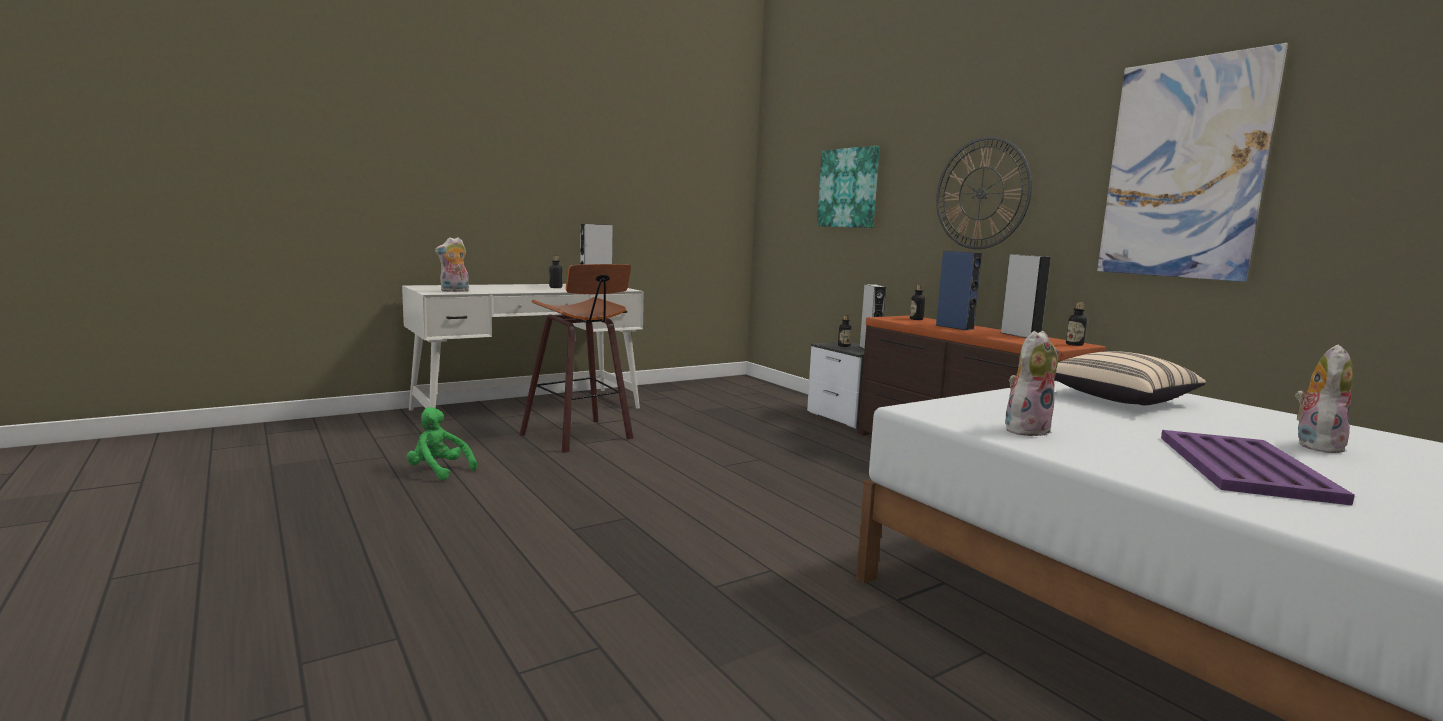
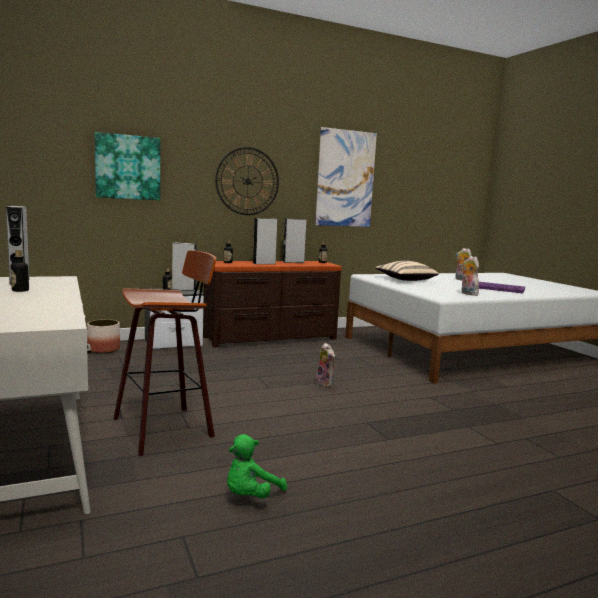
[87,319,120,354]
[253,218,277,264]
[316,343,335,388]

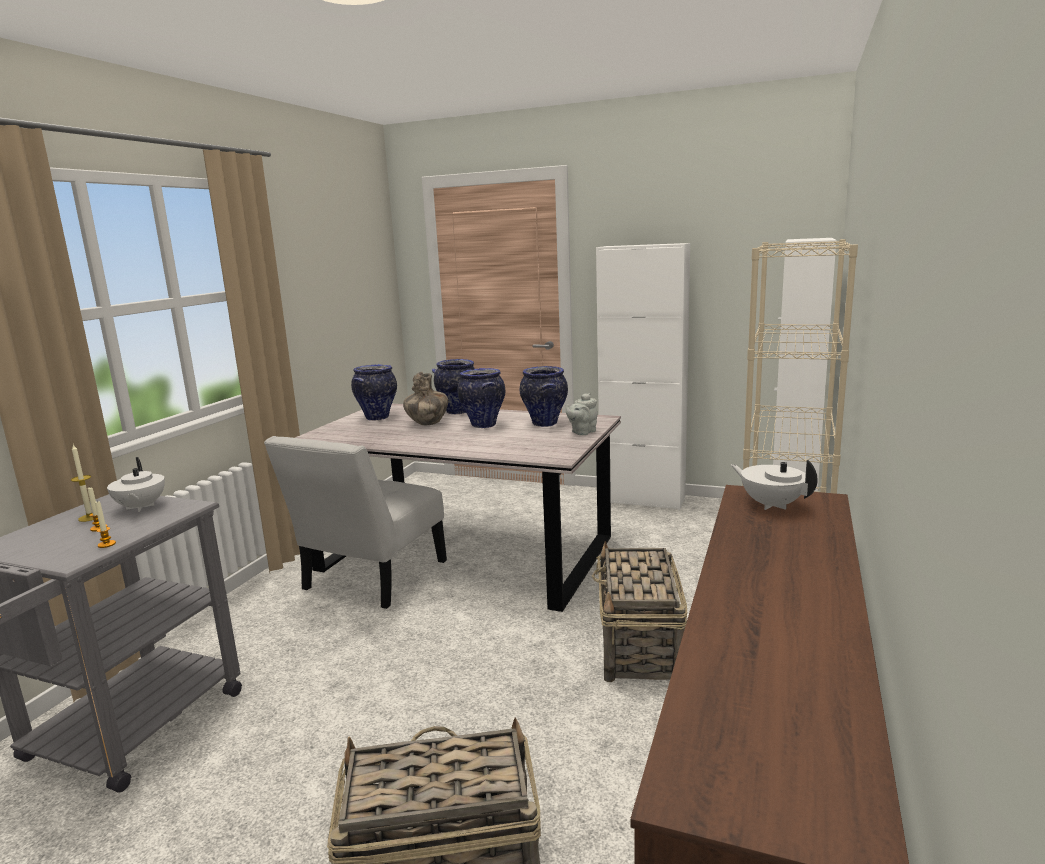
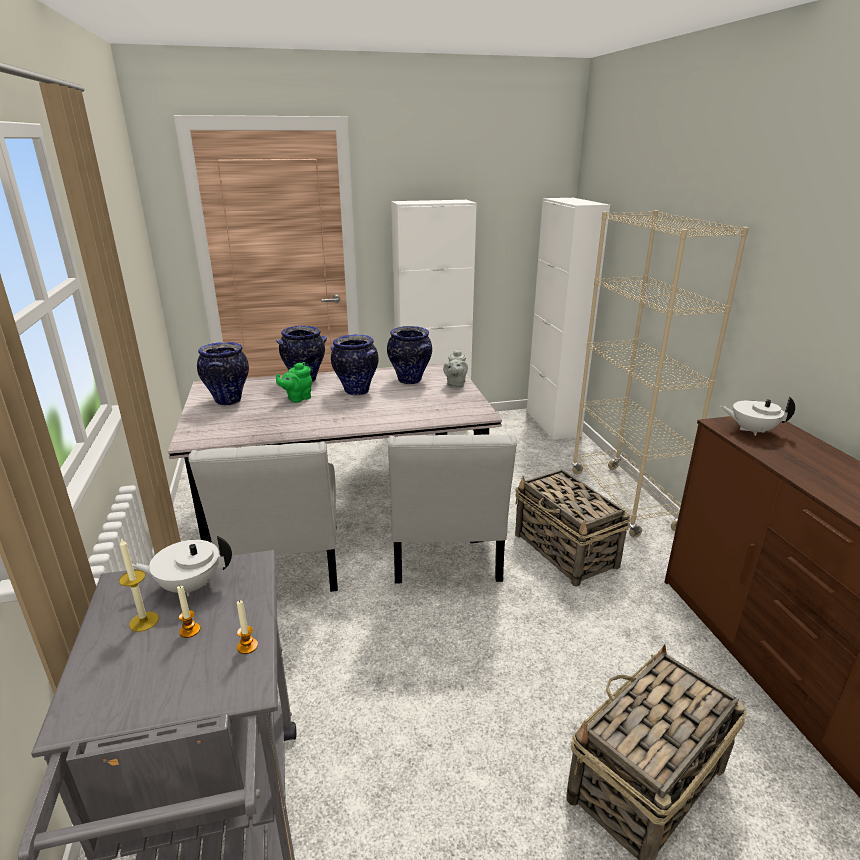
[132,536,232,596]
[276,362,312,403]
[388,434,517,583]

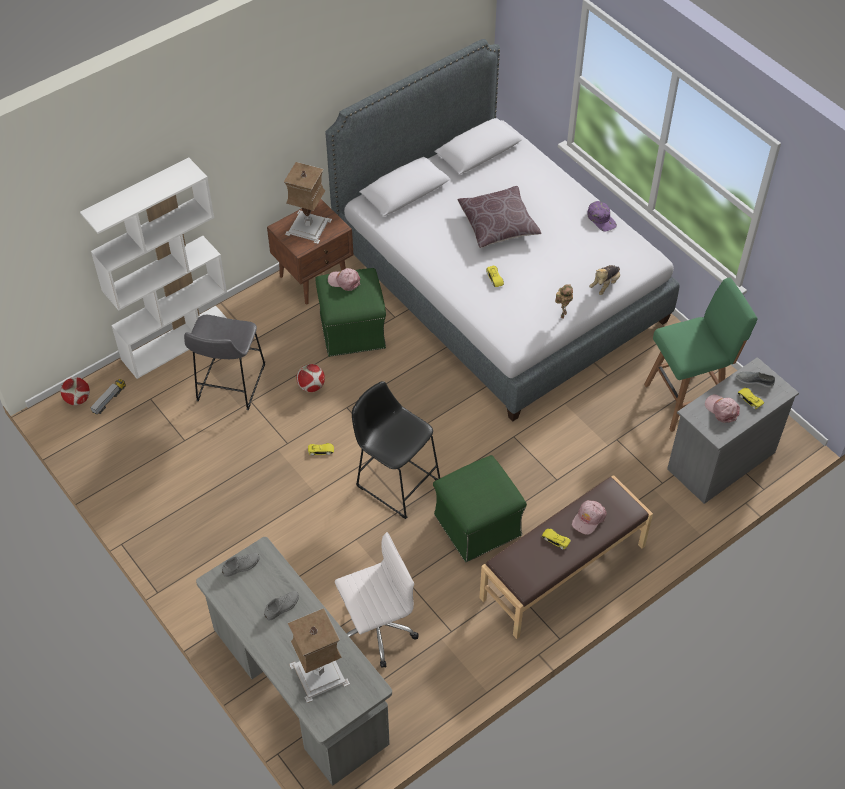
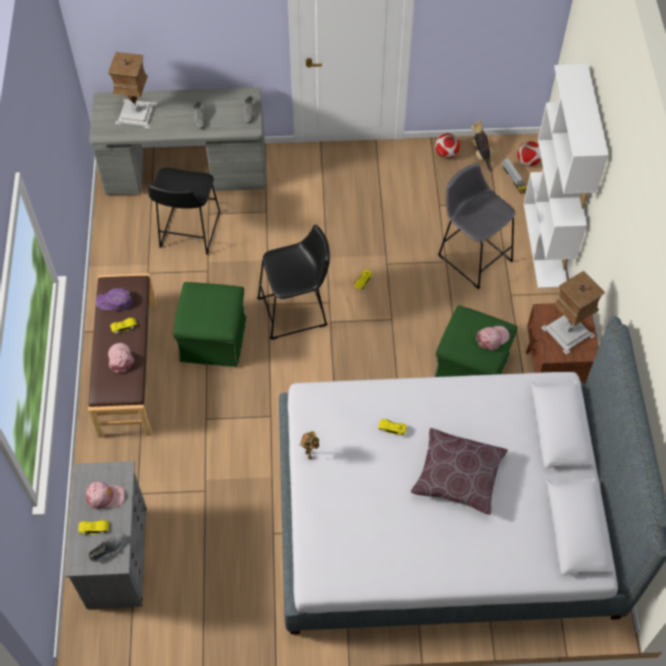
[96,288,132,311]
[148,168,220,255]
[435,133,460,158]
[471,119,494,172]
[644,277,758,432] (first image)

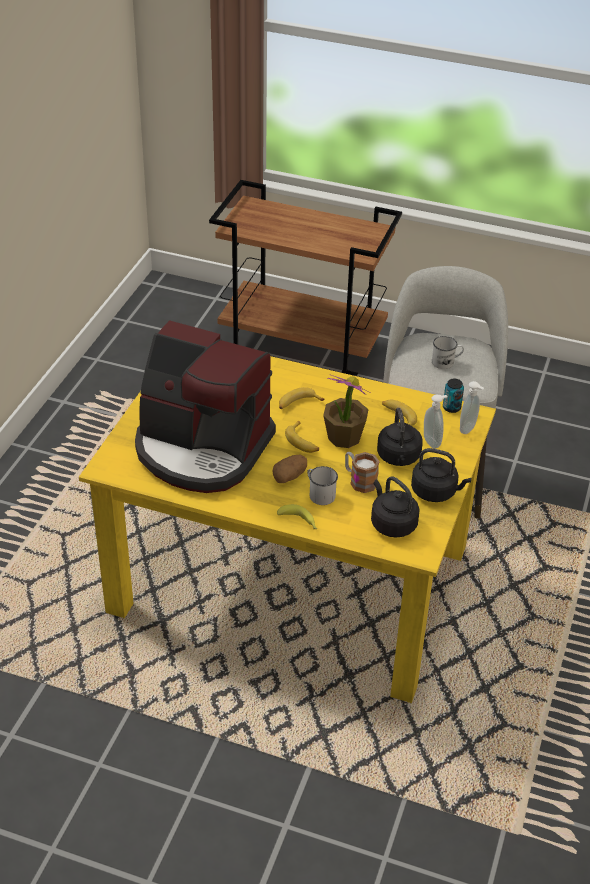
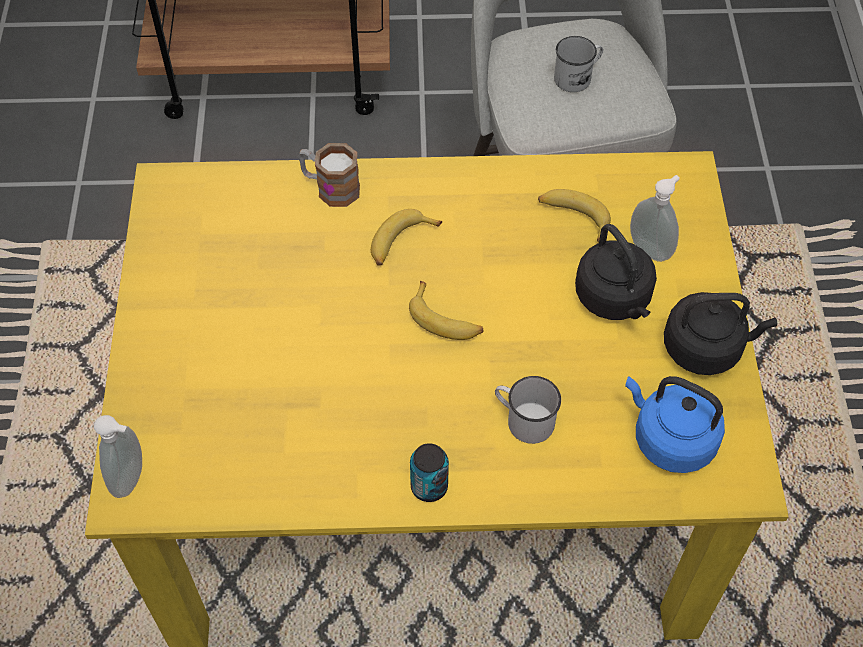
[94,415,142,498]
[298,143,360,207]
[410,443,449,502]
[625,376,725,473]
[135,320,276,493] (first image)
[272,454,307,483] (first image)
[277,504,317,529] (first image)
[323,374,371,448] (first image)

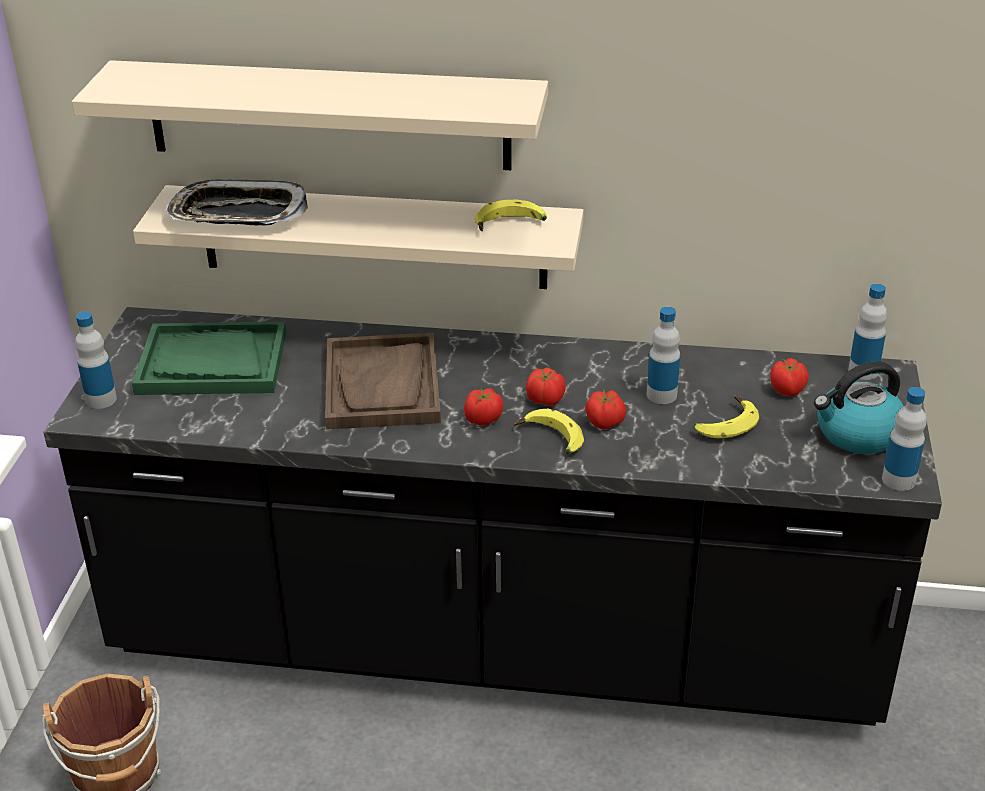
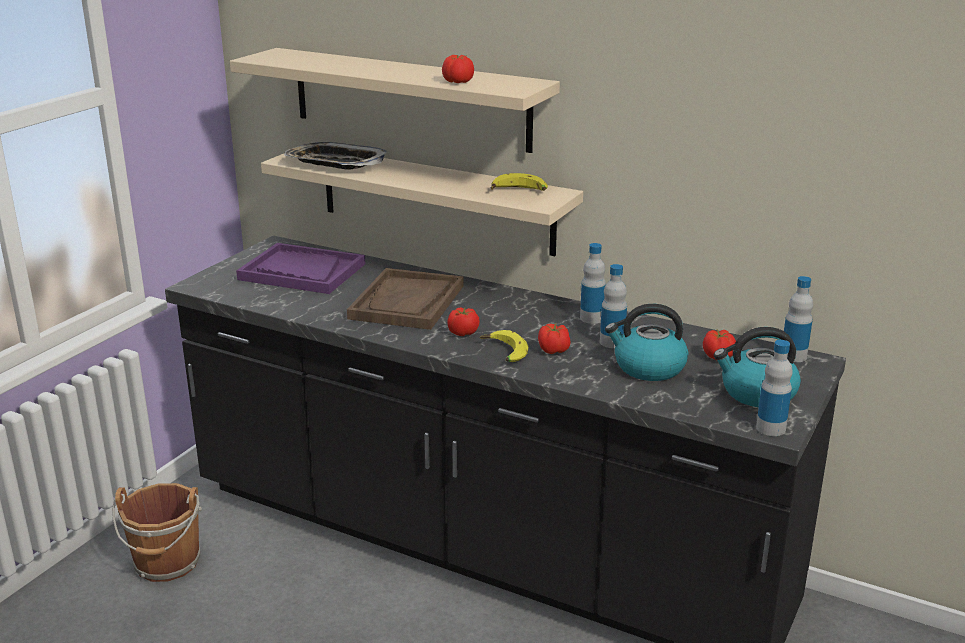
[236,243,365,294]
[442,55,474,83]
[580,243,606,324]
[605,304,688,381]

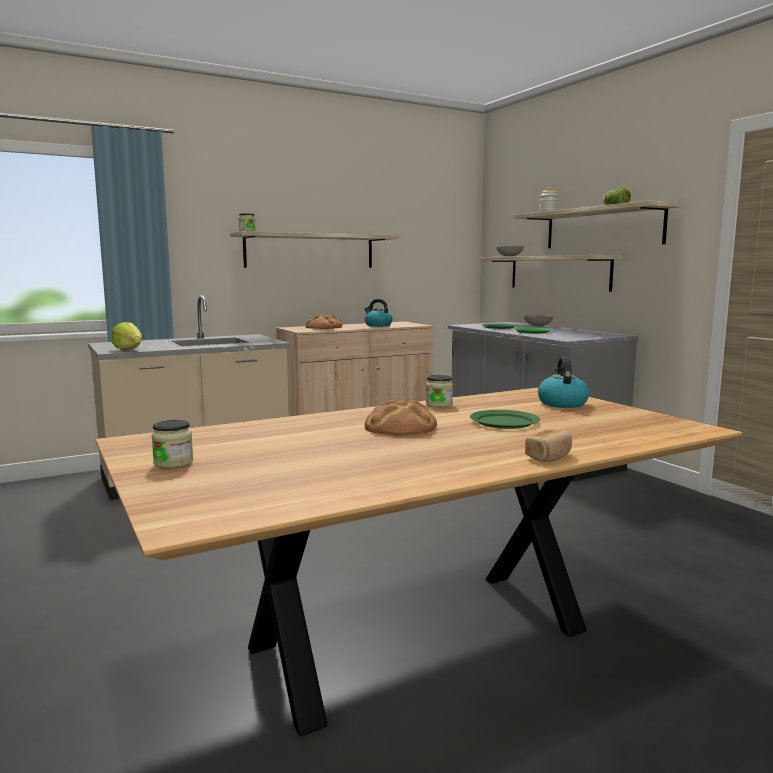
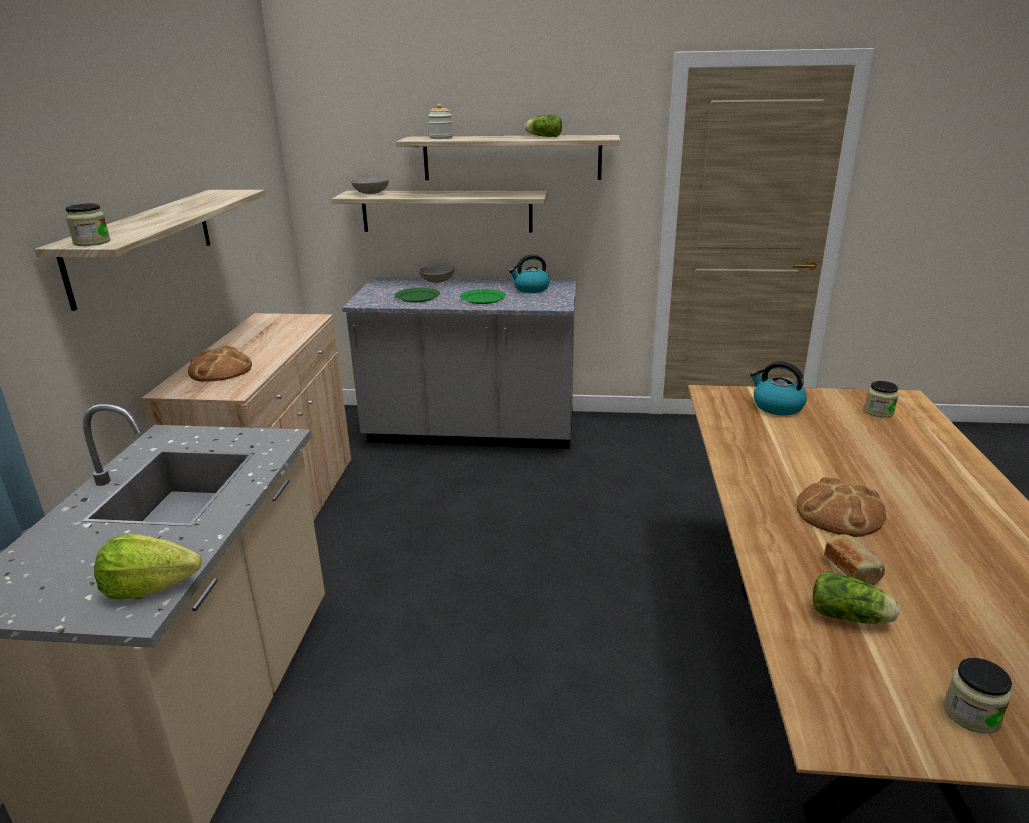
[509,255,550,293]
[813,571,900,624]
[824,534,885,585]
[865,381,899,418]
[470,410,540,429] (first image)

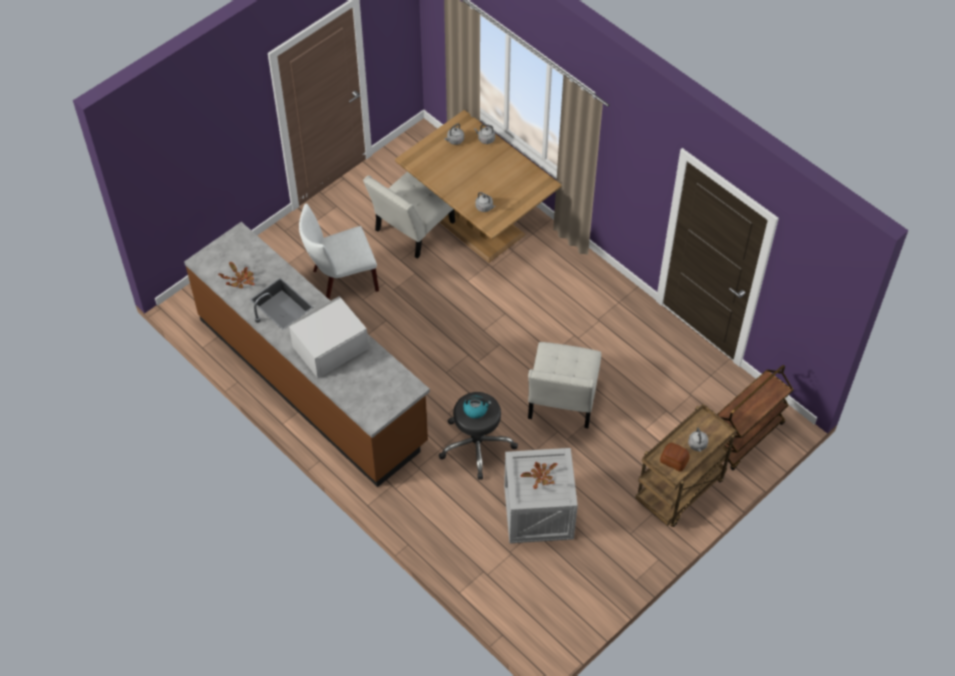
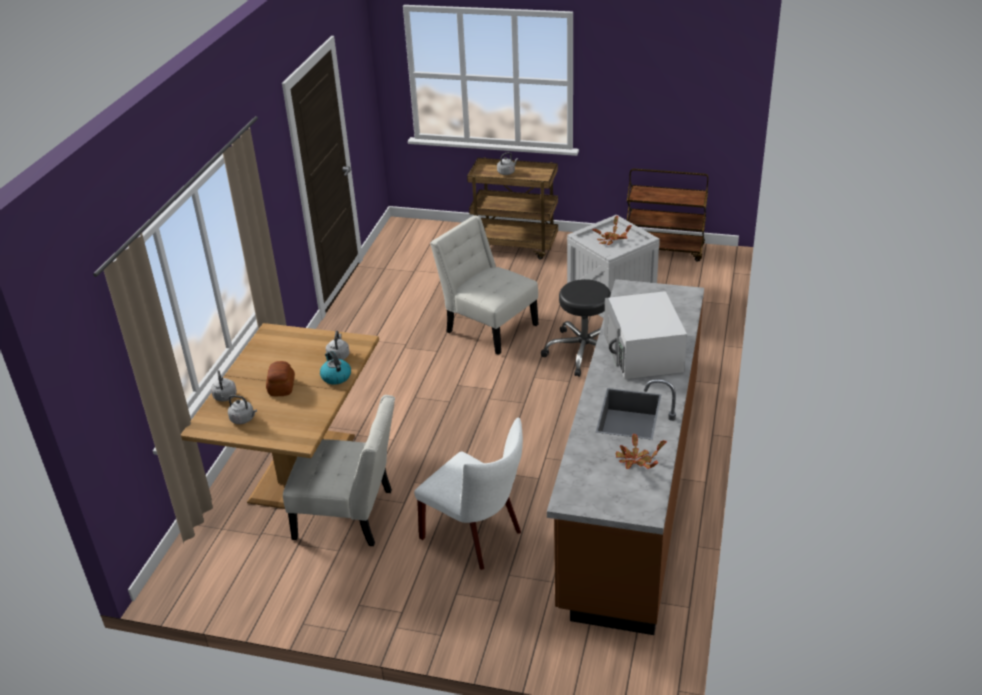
[266,361,295,396]
[320,351,351,385]
[430,215,539,355]
[604,291,687,379]
[627,169,709,262]

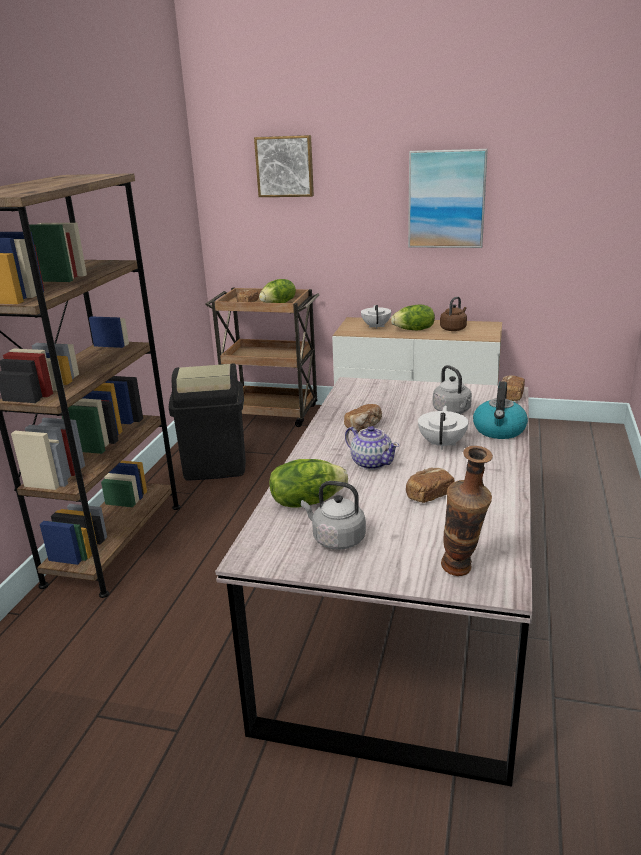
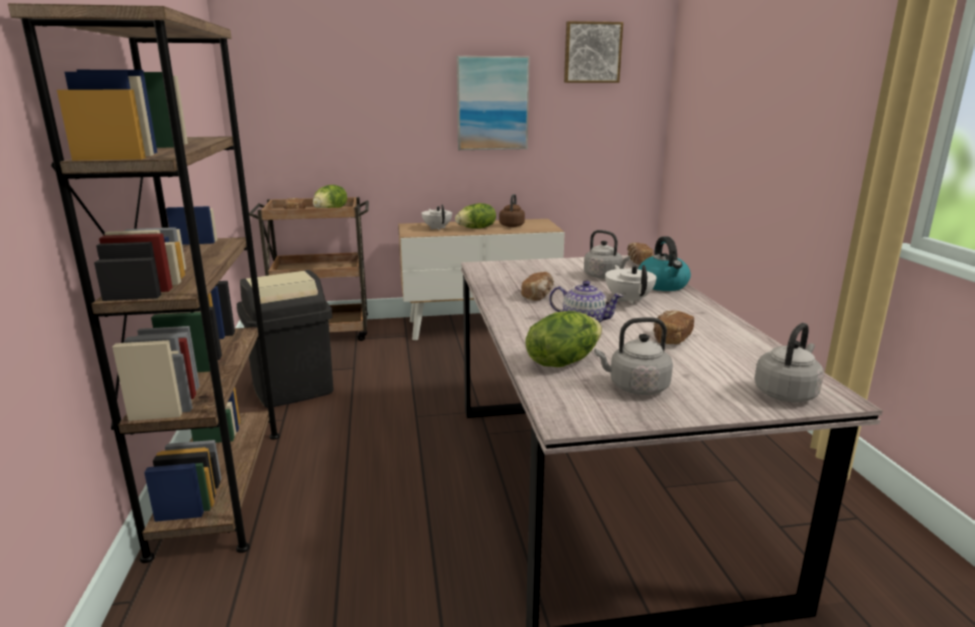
[564,21,623,83]
[754,323,824,402]

